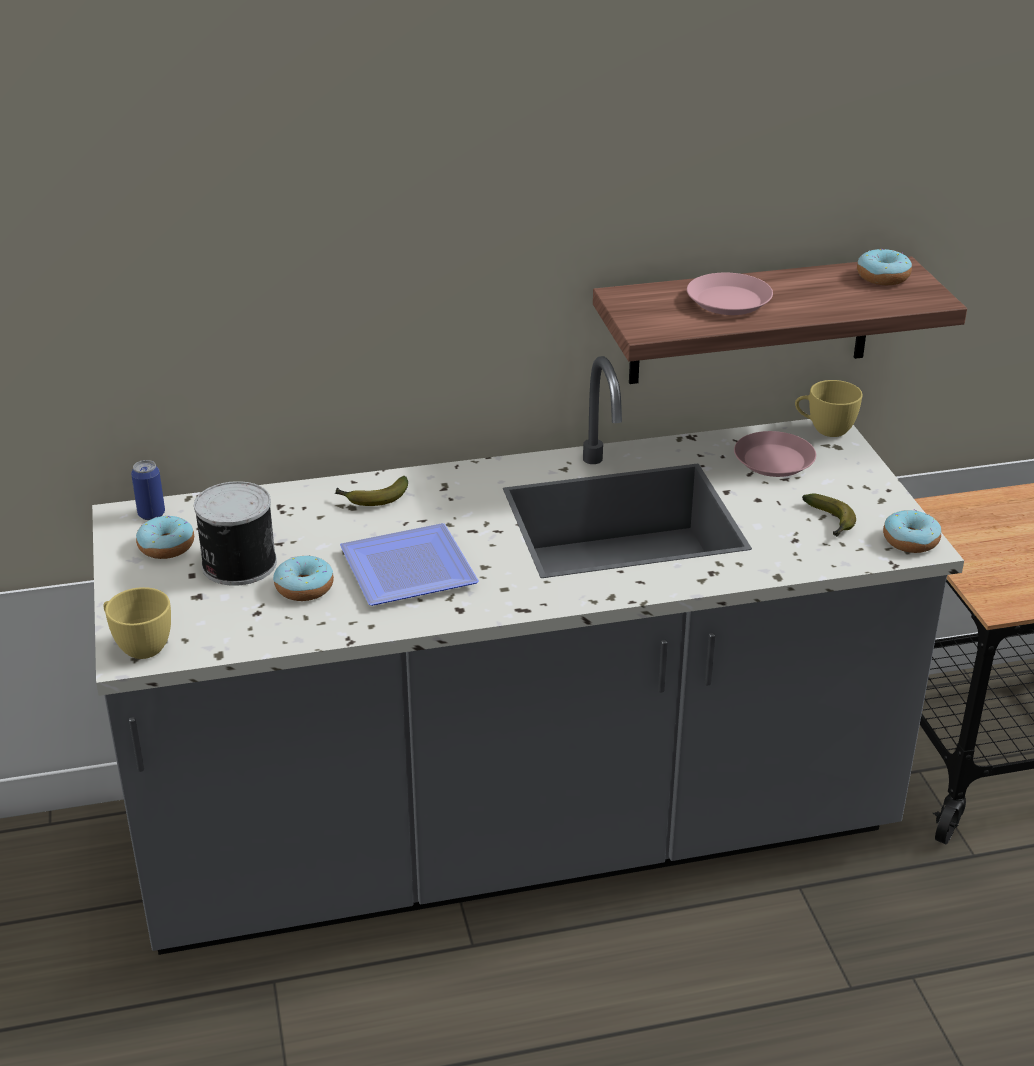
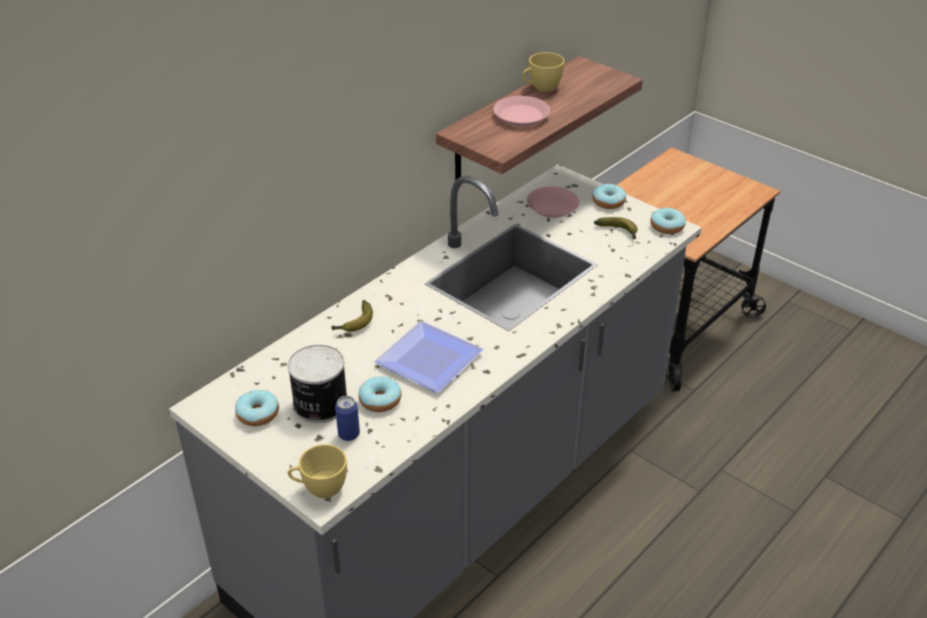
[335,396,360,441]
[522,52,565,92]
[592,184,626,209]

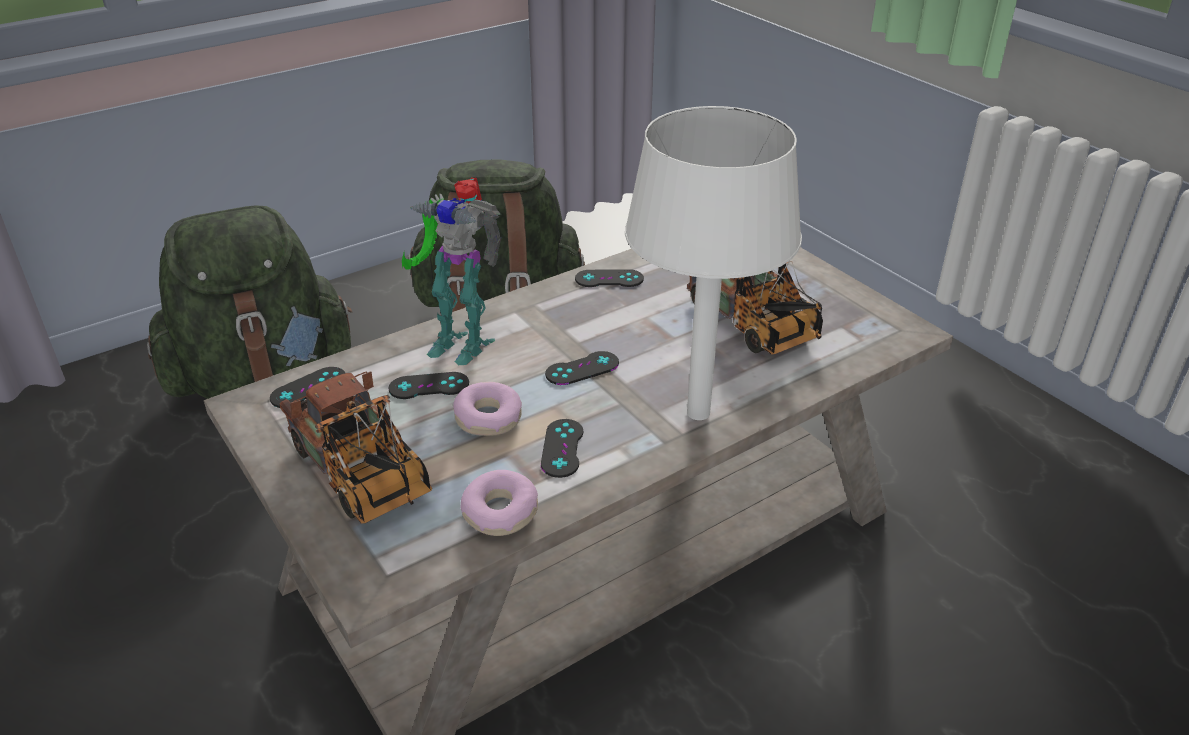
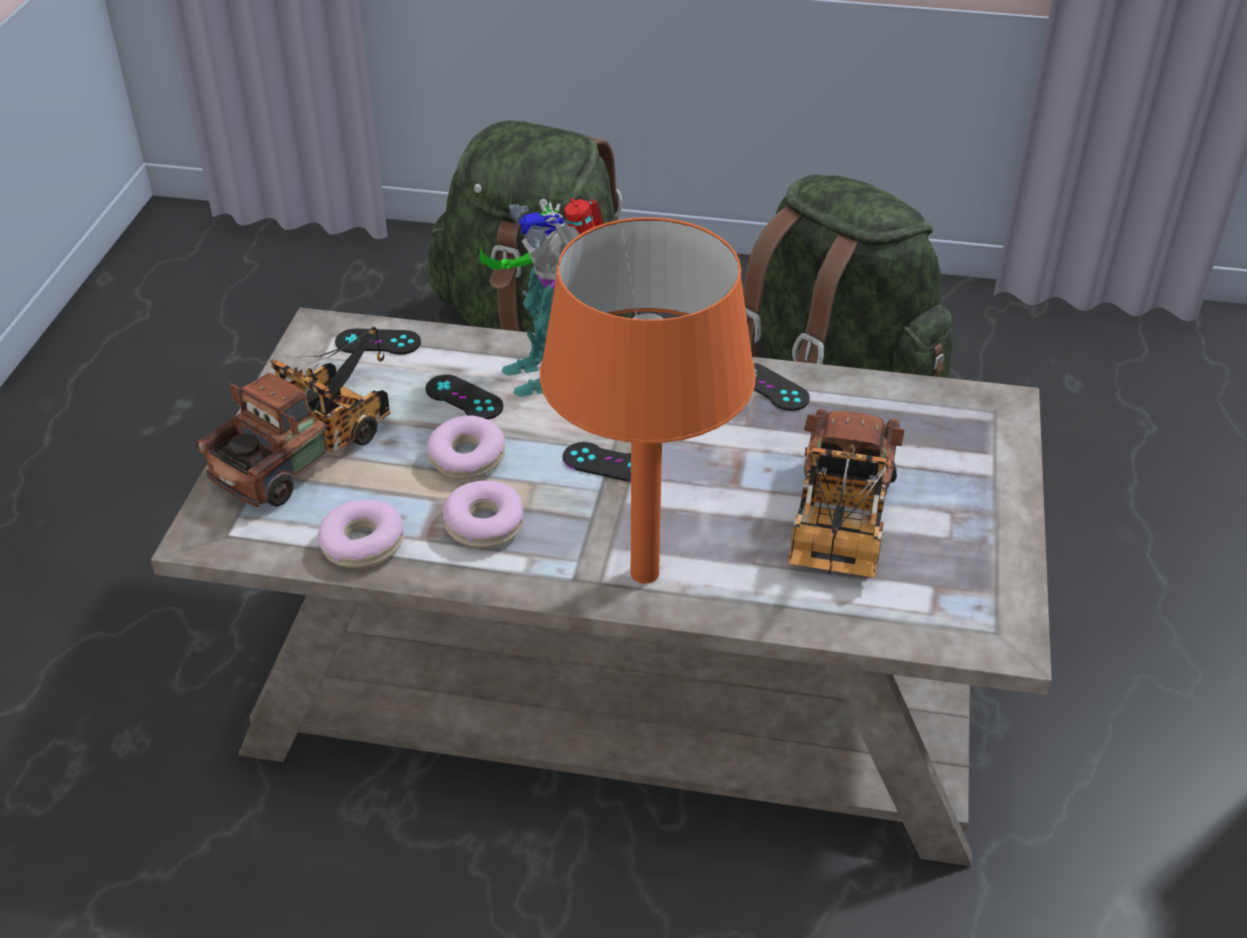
[196,326,390,507]
[443,480,523,548]
[540,217,756,584]

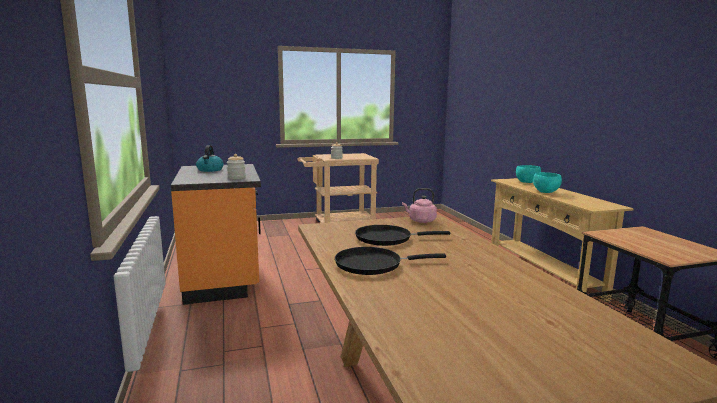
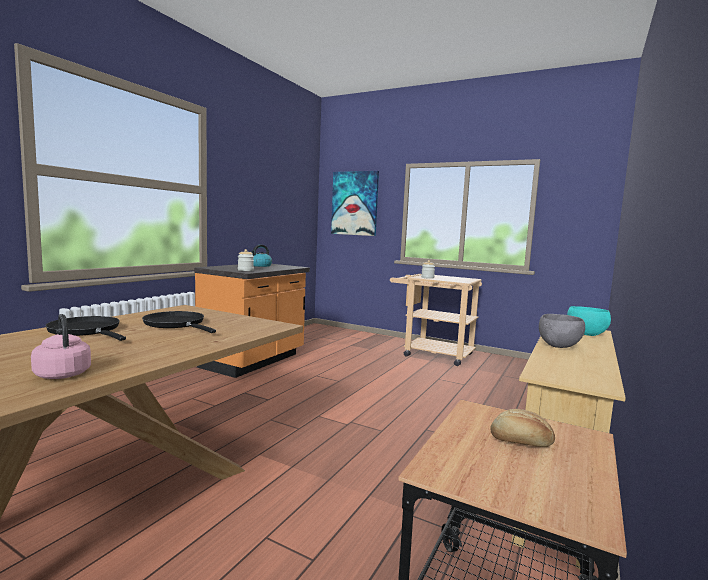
[31,314,91,379]
[331,171,379,236]
[490,409,555,447]
[539,314,585,348]

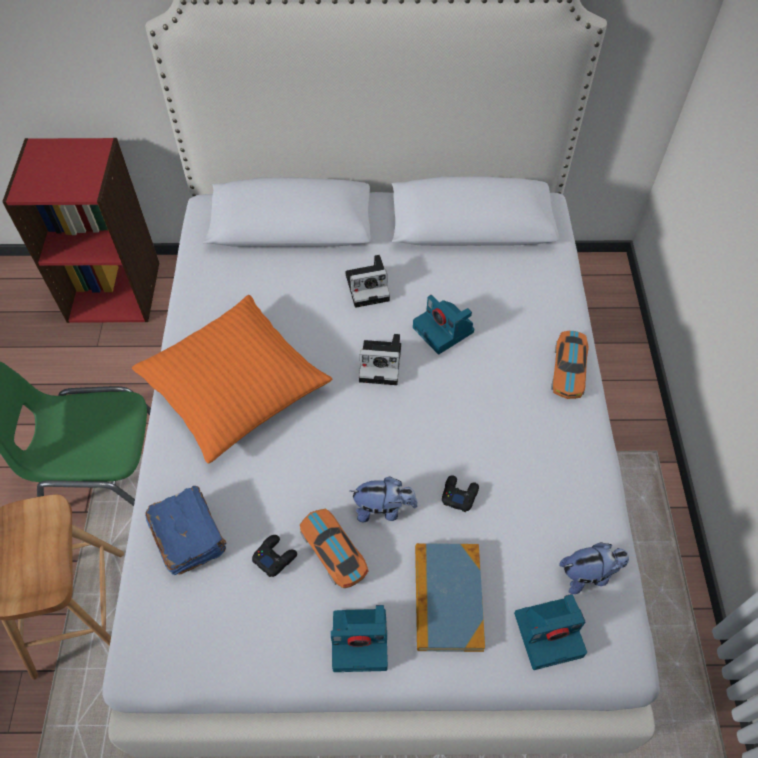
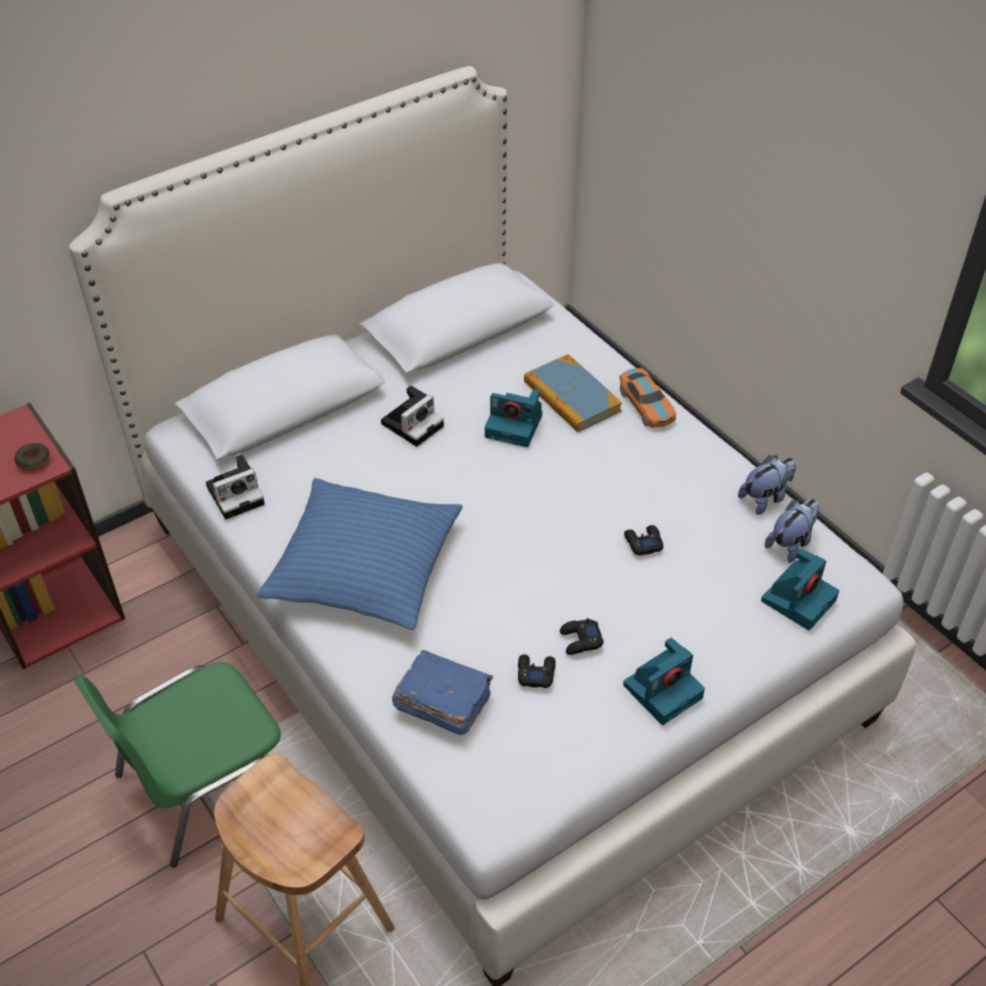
[14,443,50,471]
[206,454,265,519]
[257,478,463,630]
[524,354,622,432]
[560,618,604,655]
[738,455,796,515]

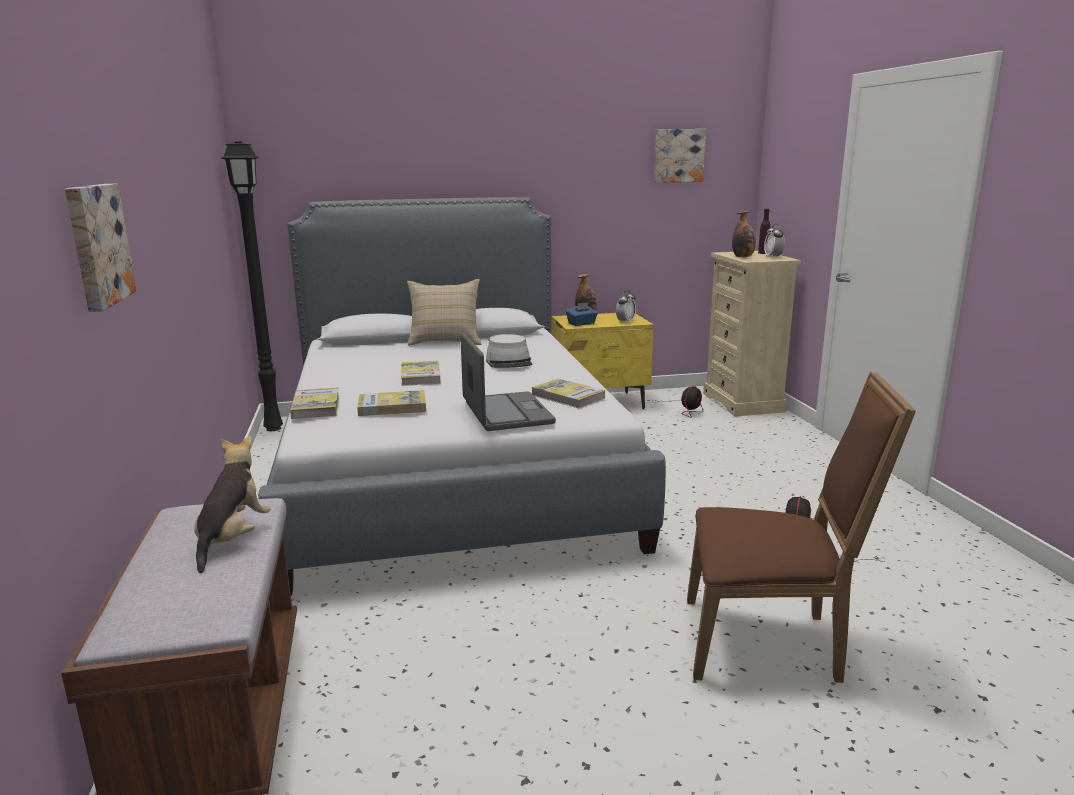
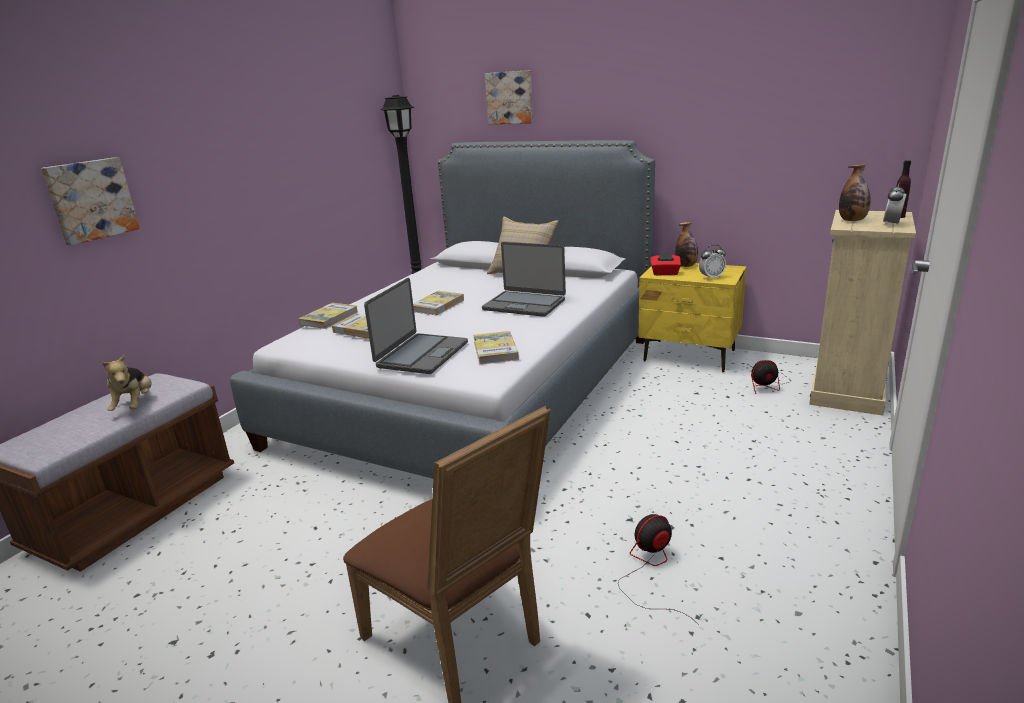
[102,354,152,411]
[482,242,566,317]
[485,70,533,124]
[651,253,681,275]

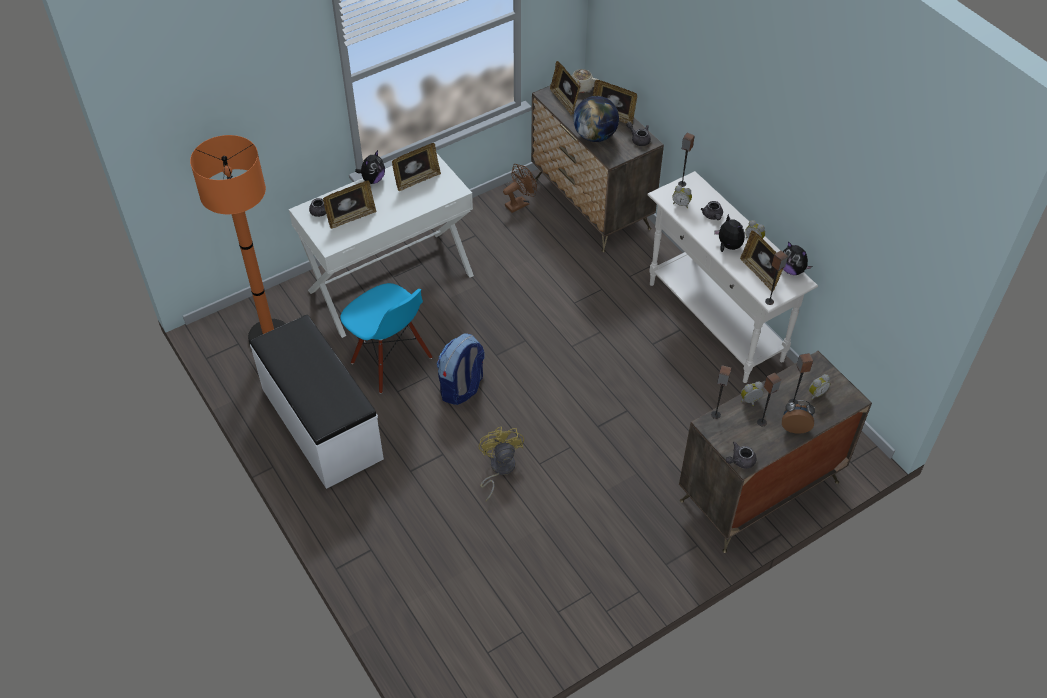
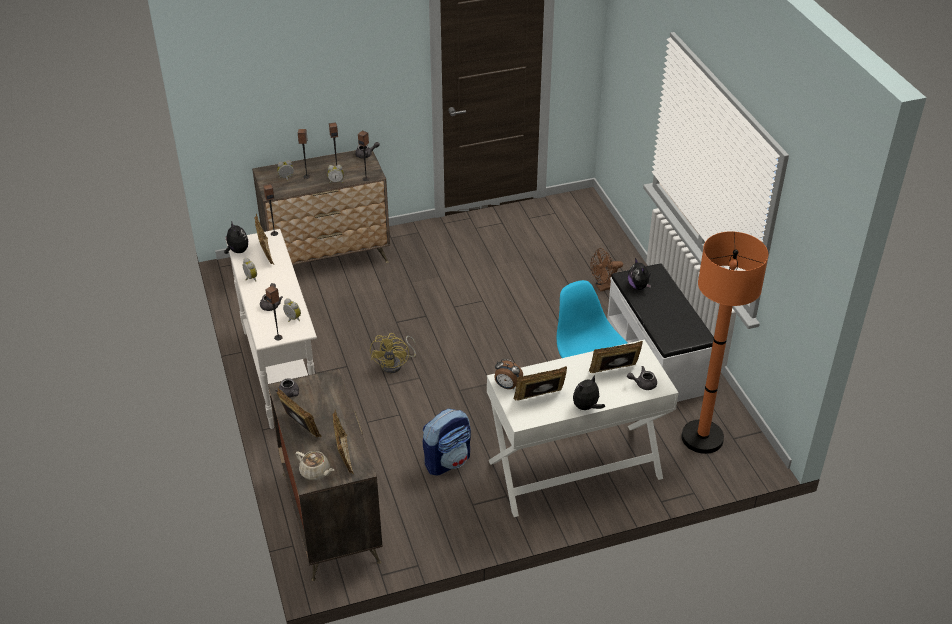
[370,333,416,373]
[423,409,471,476]
[494,359,523,389]
[591,248,623,292]
[628,258,651,290]
[573,96,619,142] (first image)

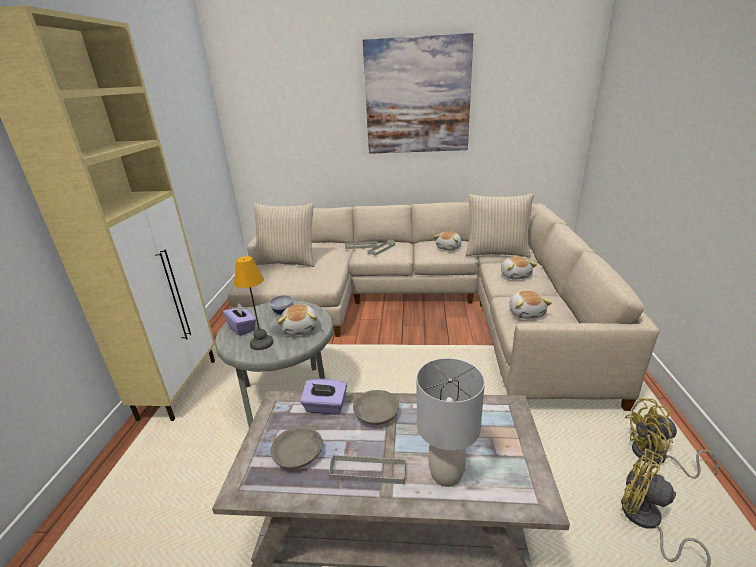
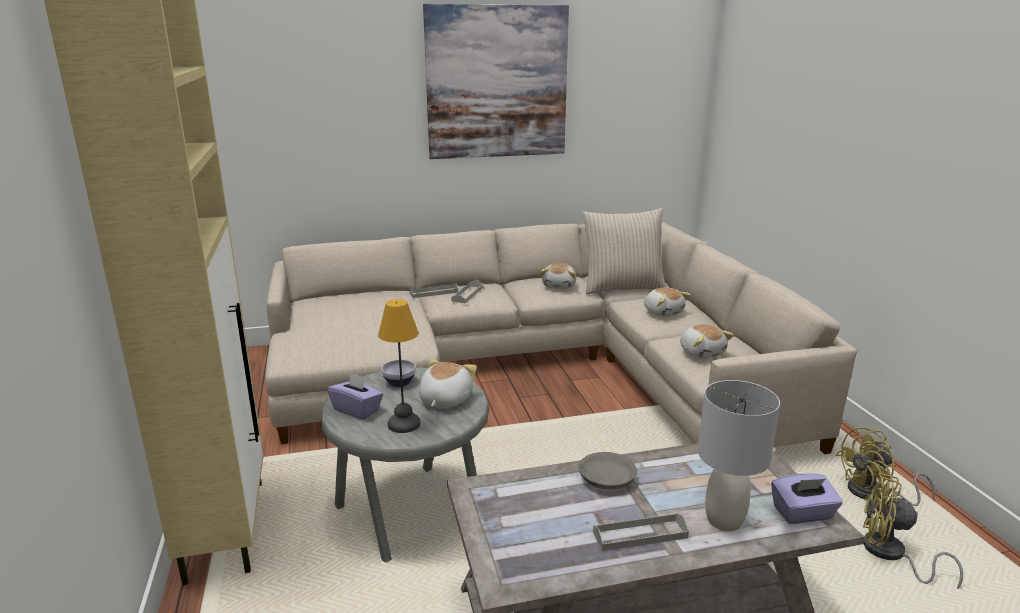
[419,359,477,408]
[771,473,843,524]
[253,203,314,267] (first image)
[271,427,322,469] (first image)

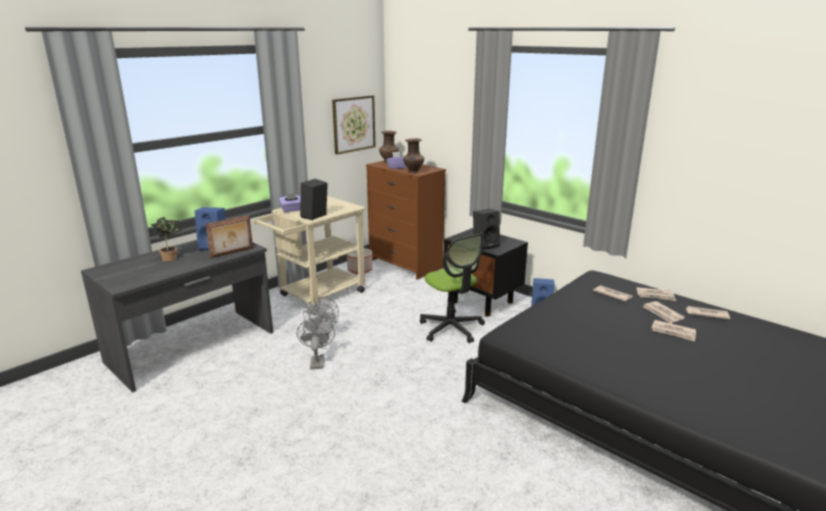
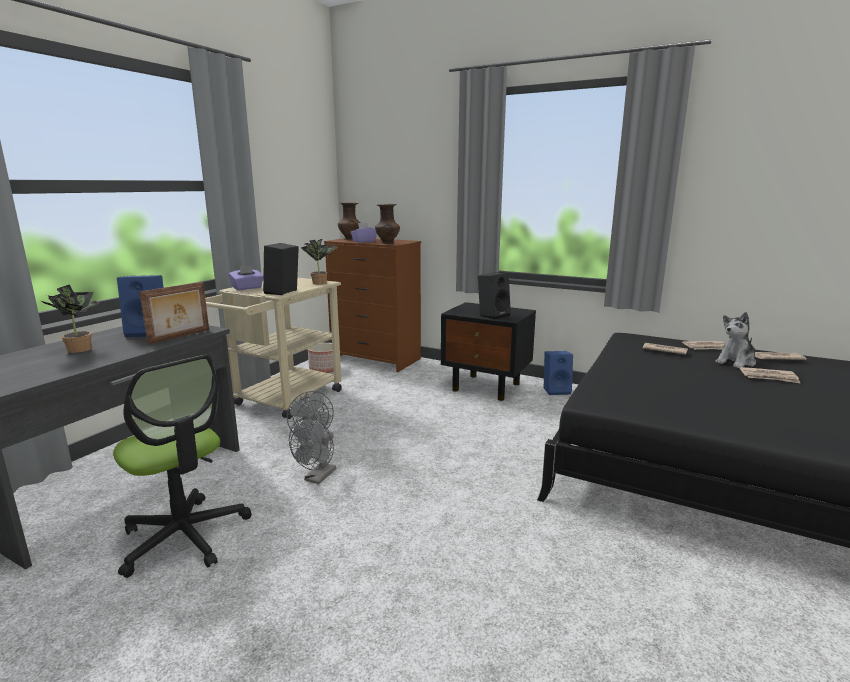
[113,355,252,578]
[289,417,336,484]
[300,239,337,285]
[715,312,756,368]
[332,95,376,155] (first image)

